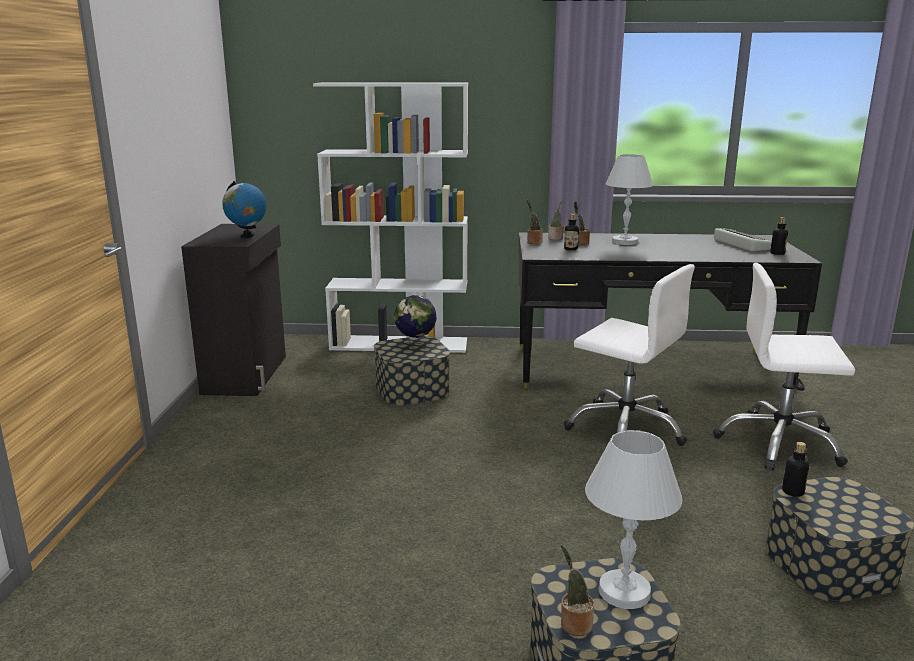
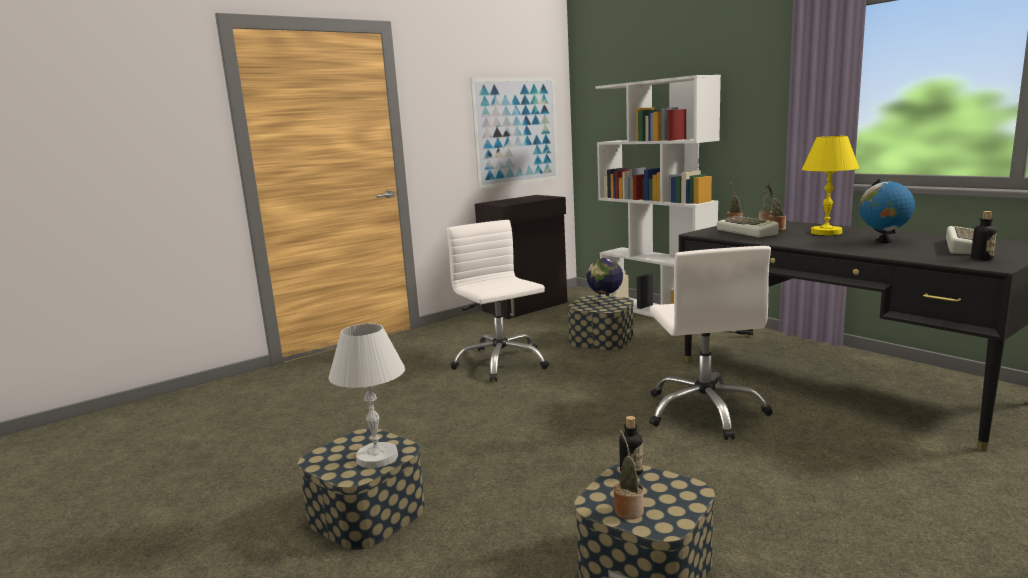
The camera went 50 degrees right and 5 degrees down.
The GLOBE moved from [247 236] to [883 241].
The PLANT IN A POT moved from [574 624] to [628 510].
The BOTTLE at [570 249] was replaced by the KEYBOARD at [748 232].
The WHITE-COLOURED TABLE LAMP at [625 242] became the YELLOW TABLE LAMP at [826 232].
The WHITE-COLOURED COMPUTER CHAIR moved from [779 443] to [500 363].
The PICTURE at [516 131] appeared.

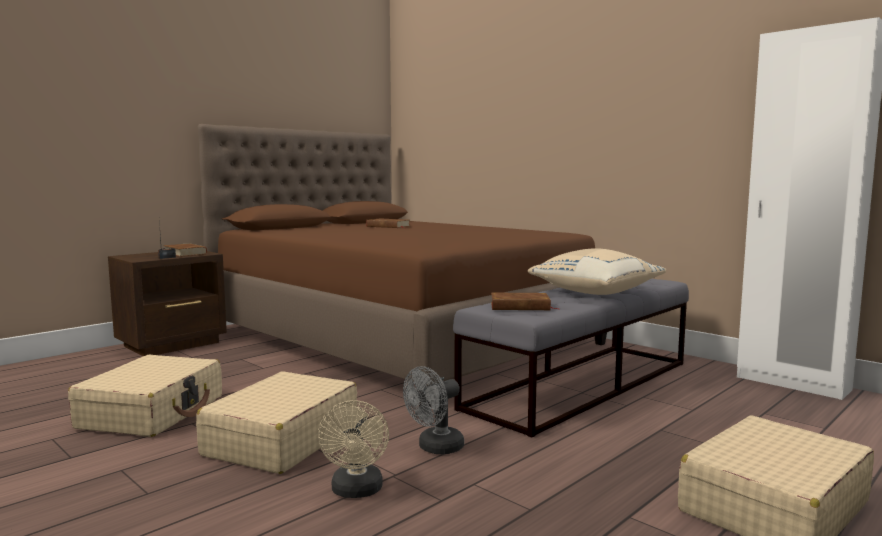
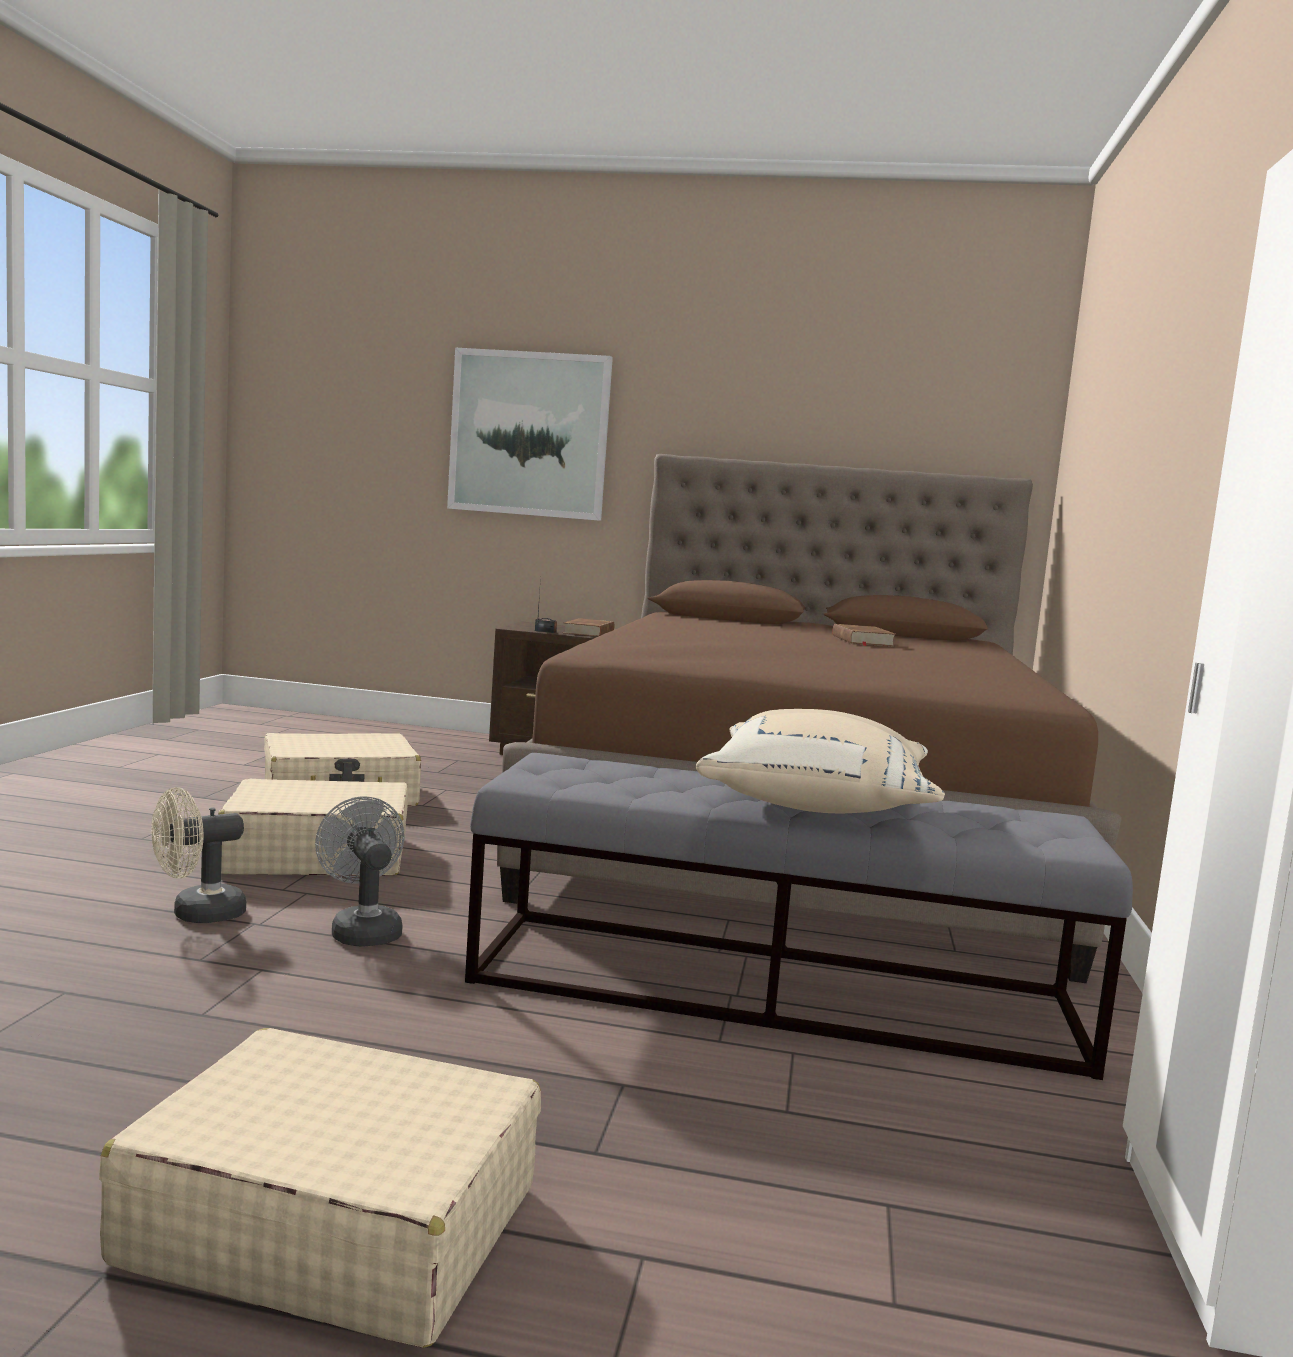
The camera went 55 degrees right and 0 degrees up.
The GREY FAN at [435 448] turned 45 degrees clockwise.
The BROWN BOOK at [520 306] disappeared.
The PICTURE at [529 434] appeared.

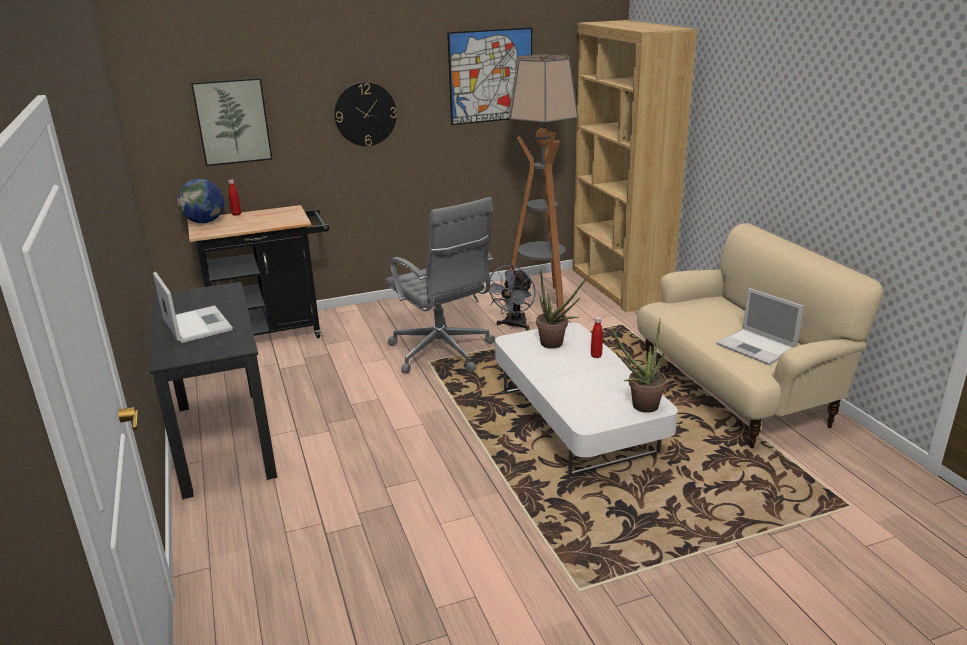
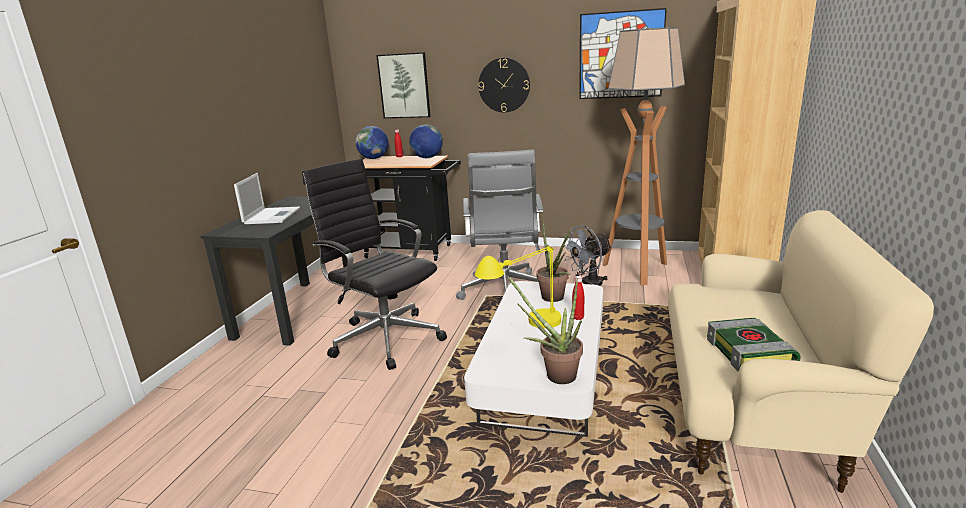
The camera went 35 degrees right and 5 degrees down.
The PORTABLE COMPUTER at [757 347] was replaced by the BOOK at [751 353].
The BLACK COMPUTER CHAIR at [385 338] appeared.
The GLOBE at [427 158] appeared.
The YELLOW TABLE LAMP at [524 331] appeared.

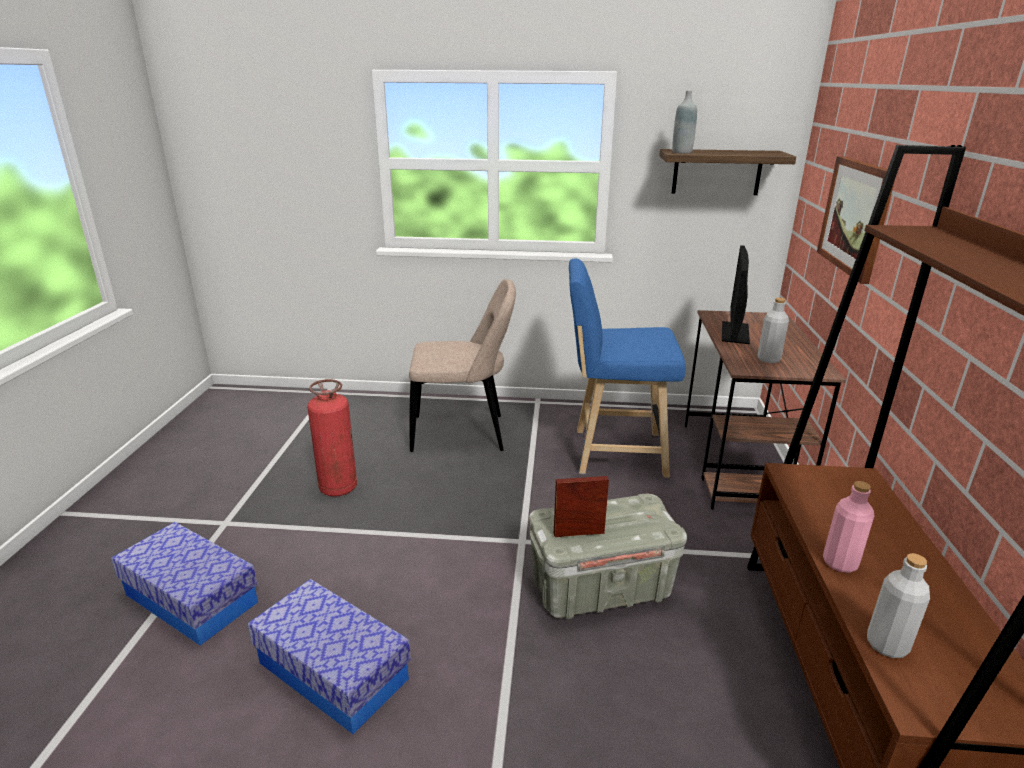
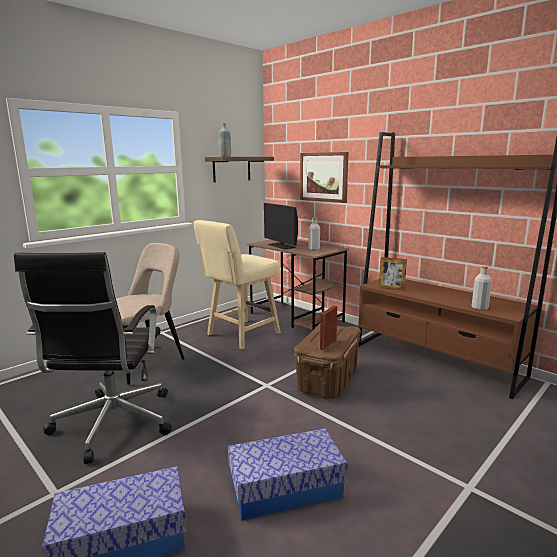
The camera went 50 degrees left and 10 degrees down.
The FIRE-FIGHTING CYLINDER at [338 488] was replaced by the BLACK COMPUTER CHAIR at [112 425].
The GREY STORAGE BIN at [600 589] became the BROWN STORAGE BIN at [328 381].
The BLUE-COLOURED SITTING STOOL at [613 453] became the SAND-COLOURED SITTING STOOL at [240 335].
The PINK BOTTLE at [840 563] disappeared.
The PICTURE FRAME at [391 288] appeared.

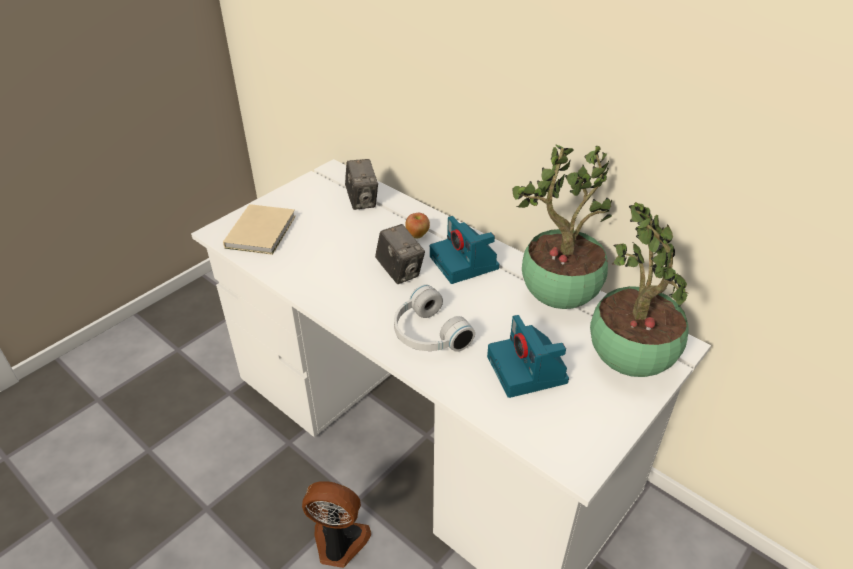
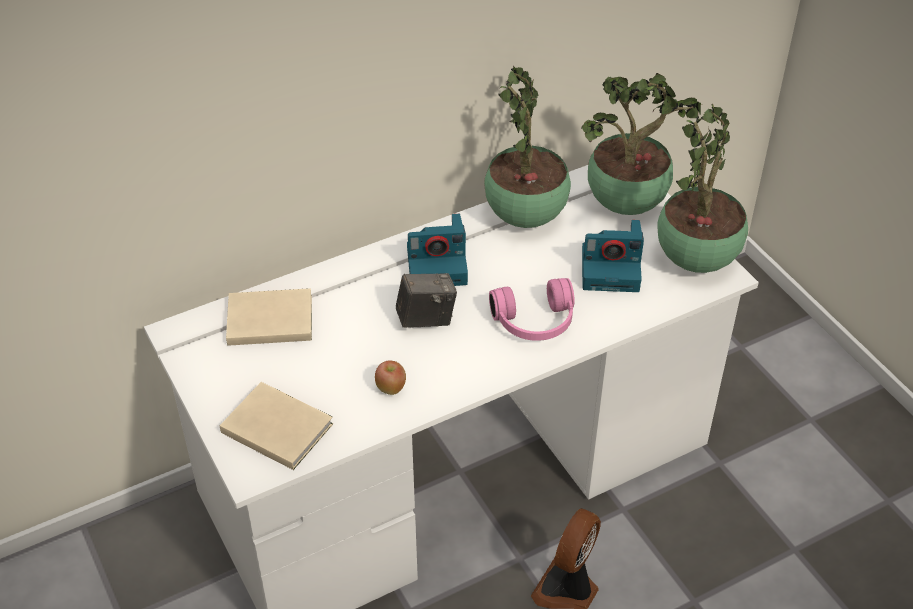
The camera went 70 degrees left and 5 degrees up.
The PHOTO CAMERA at [362 201] was replaced by the SAND-COLOURED BOOK at [267 319].
The WHITE-COLOURED HEADPHONES at [427 334] became the PINK HEADPHONES at [535 323].
The APPLE FRUIT moved from [417 235] to [391 388].
The PLANT IN A POT at [695 262] appeared.

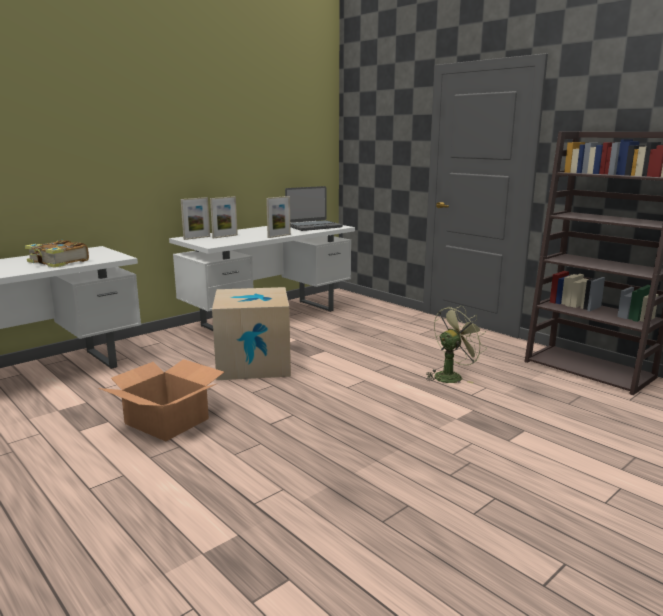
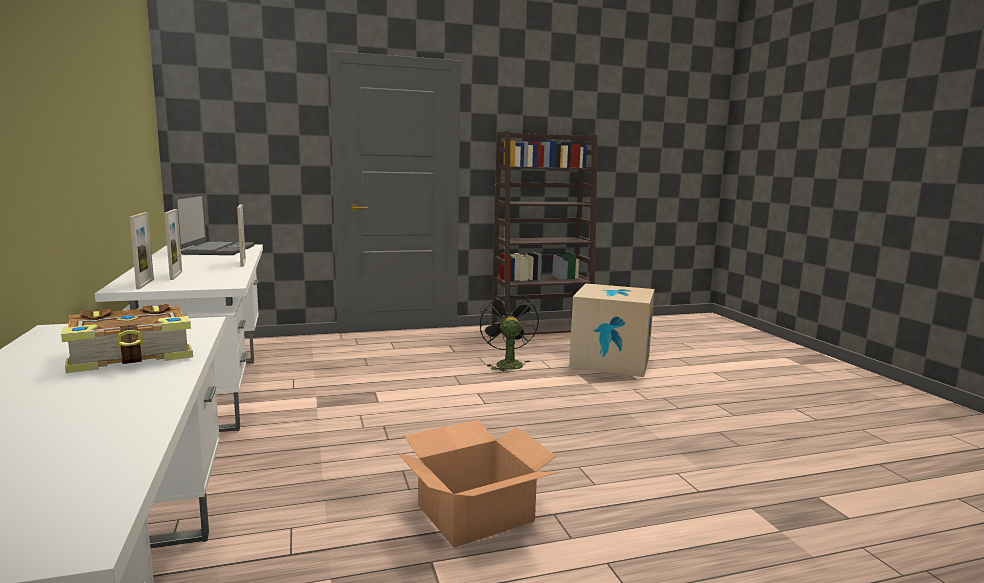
The camera went 65 degrees left and 5 degrees down.
The PACKING BOX moved from [253 364] to [610 361].
The GREEN-COLOURED FAN at [451 376] became the BLACK FAN at [507 363].

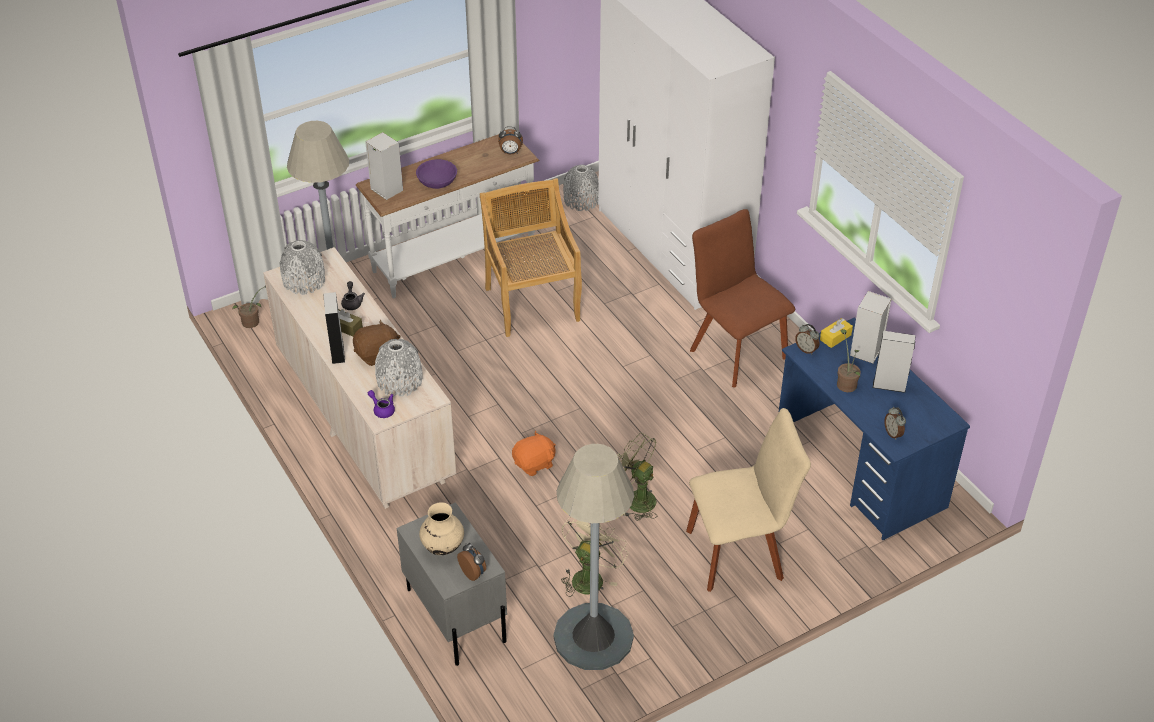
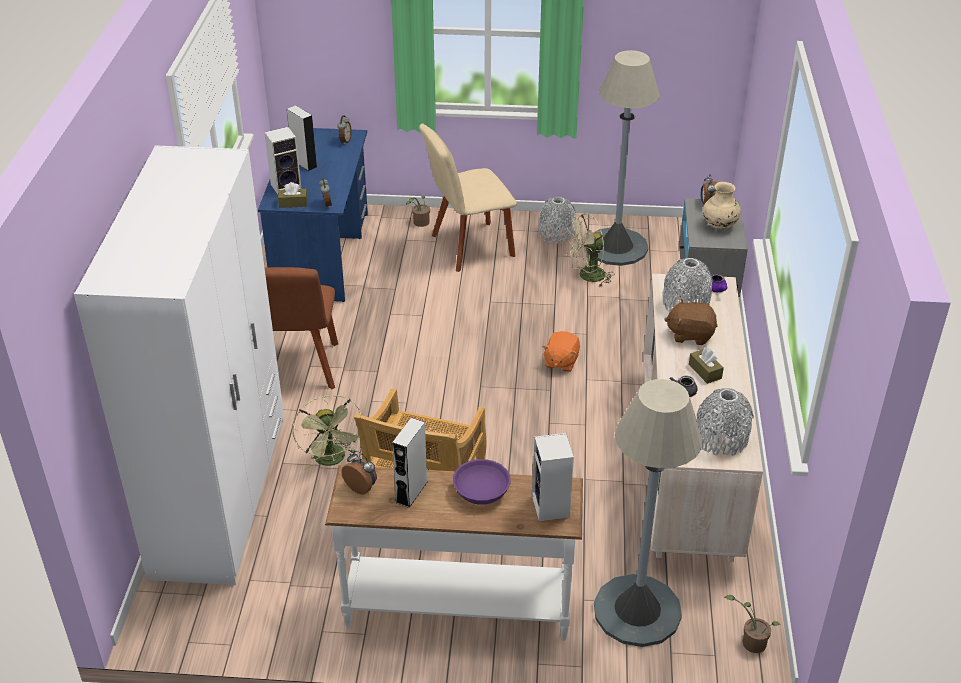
The camera went 145 degrees left and 5 degrees down.
The GREY LOUDSPEAKER moved from [337 352] to [411 492].
The ORANGE-COLOURED PLUSH TOY at [534 464] turned 75 degrees counterclockwise.
The GREY VASE moved from [581 200] to [556 234].
The GREEN-COLOURED FAN moved from [634 499] to [332 460].
The SAND-COLOURED UPRIGHT CHAIR at [739 552] turned 45 degrees counterclockwise.
The YELLOW BOX OF TISSUES at [835 337] became the BROWN BOX OF TISSUES at [293 203].
The PLANT IN A POT moved from [846 382] to [419 223].

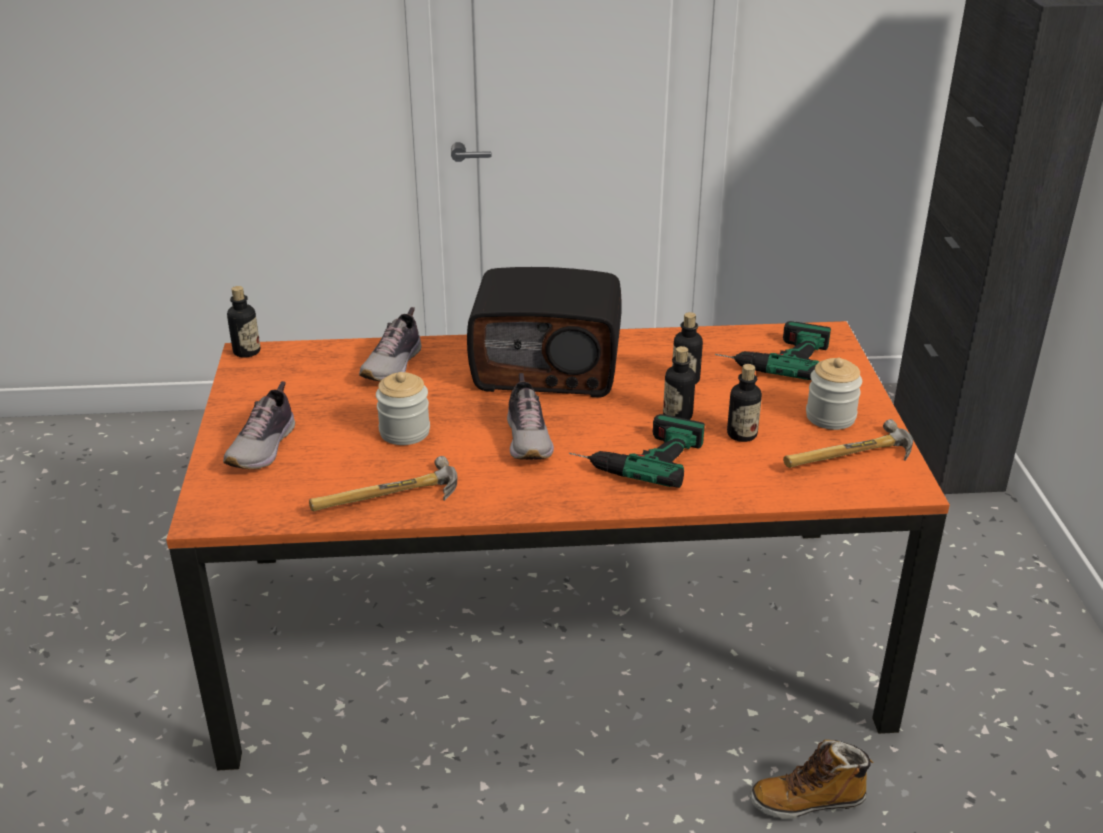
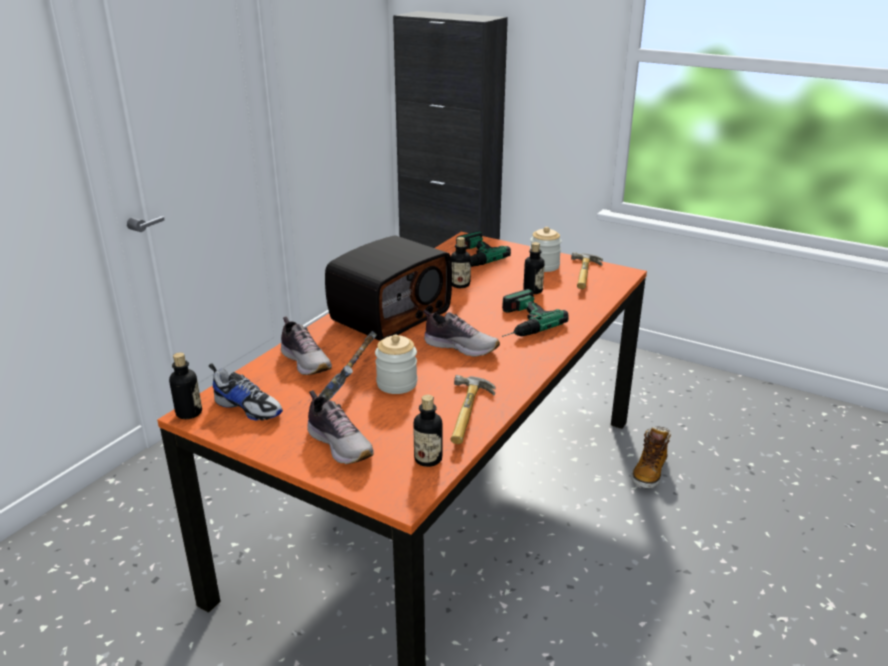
The camera went 55 degrees left and 5 degrees down.
The BOTTLE moved from [677 416] to [428 459].
The ITEM OF FOOTWEAR at [248 407] appeared.
The TOOL HAMMER at [352 385] appeared.

